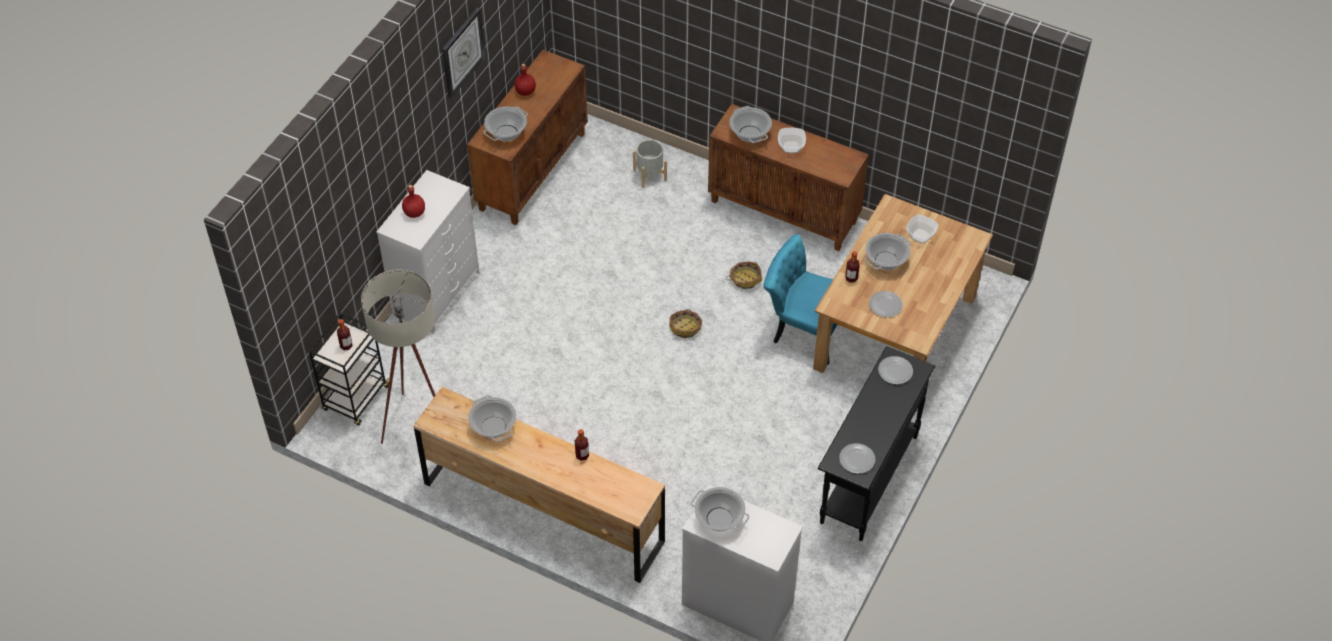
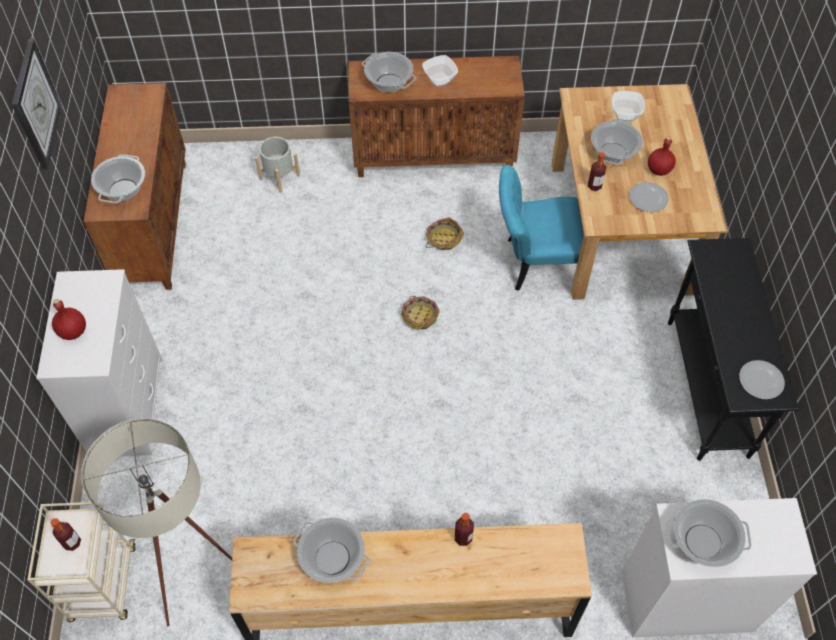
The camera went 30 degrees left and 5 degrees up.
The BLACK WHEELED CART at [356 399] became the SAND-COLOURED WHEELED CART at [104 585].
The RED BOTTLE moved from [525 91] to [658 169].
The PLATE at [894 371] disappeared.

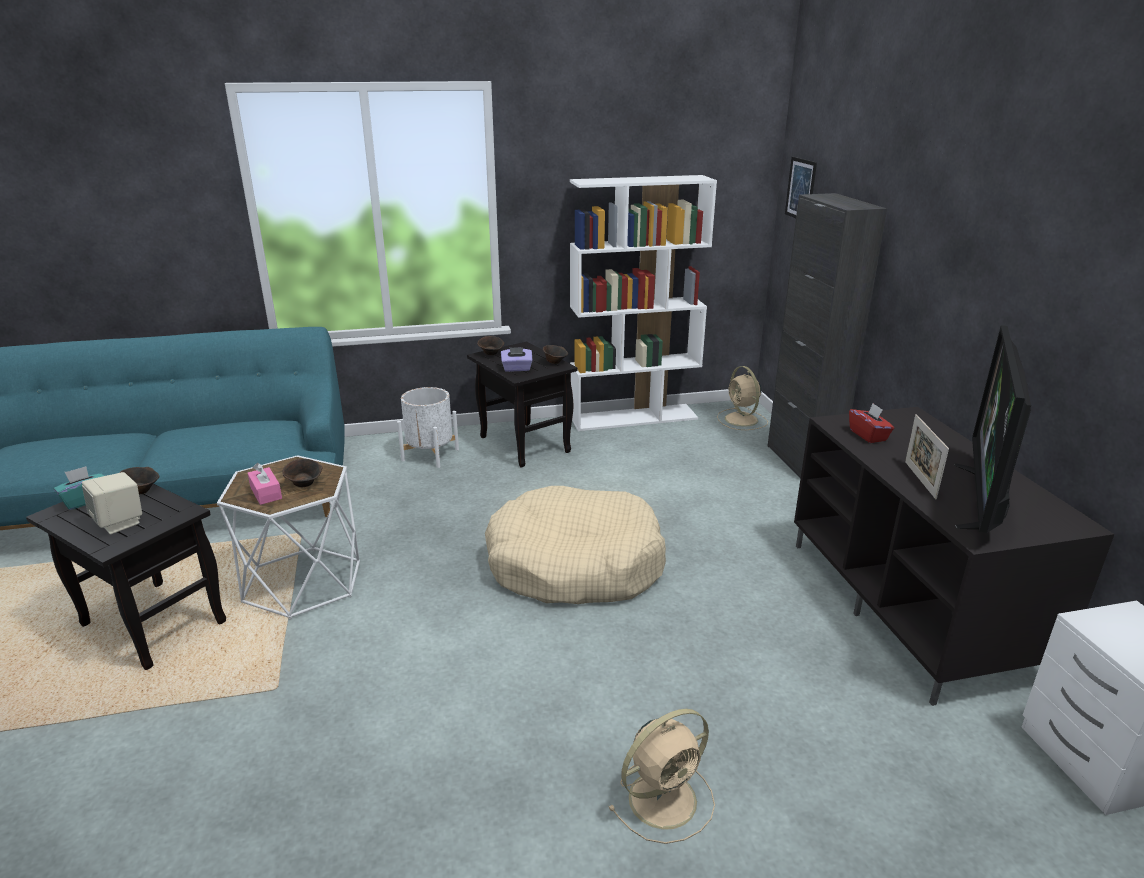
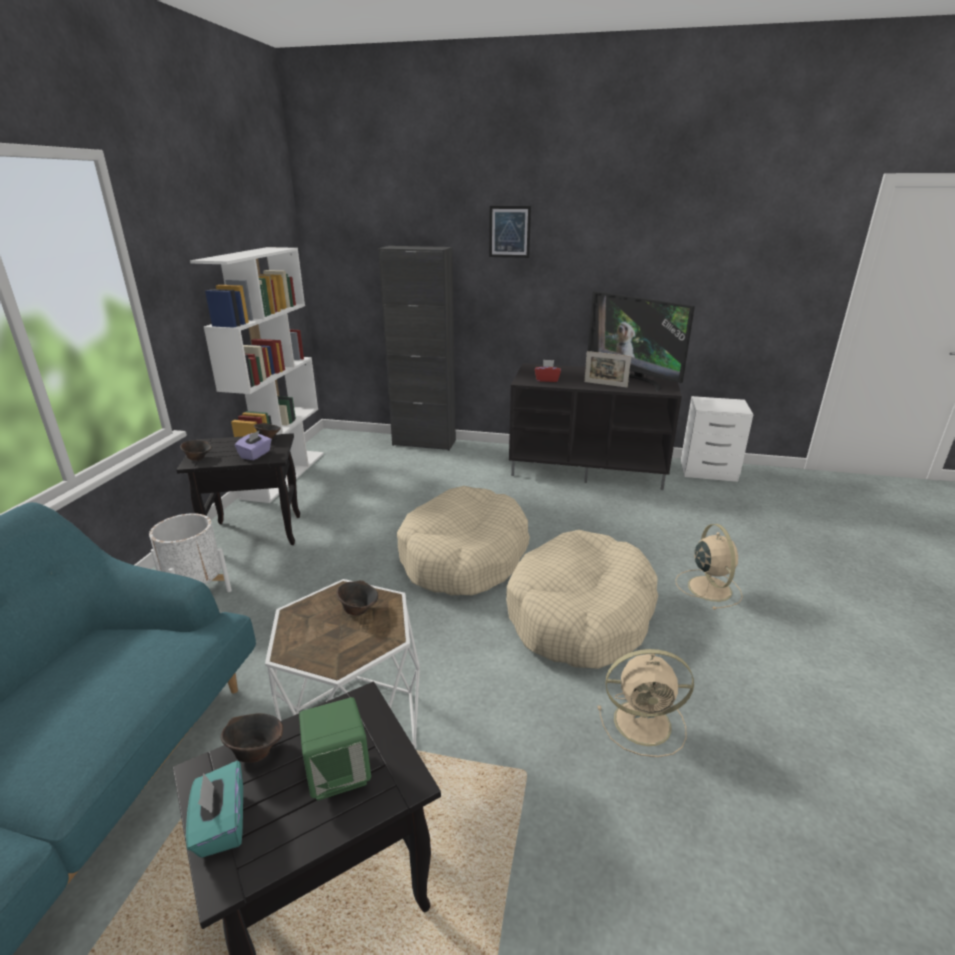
The camera went 65 degrees left and 0 degrees up.
The SAND-COLOURED LOUDSPEAKER at [120 523] became the GREEN-COLOURED LOUDSPEAKER at [339 773].
The PINK BOX OF TISSUES at [266 493] disappeared.
The SAND-COLOURED FAN moved from [742 420] to [645 723].
The PICTURE moved from [800 189] to [509 232].
The SAND-COLOURED DOG BED at [580 615] appeared.

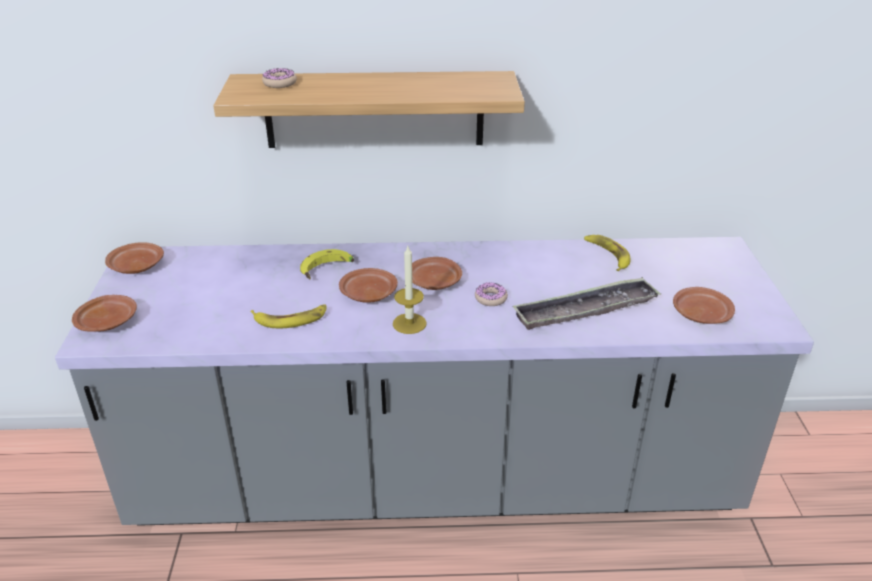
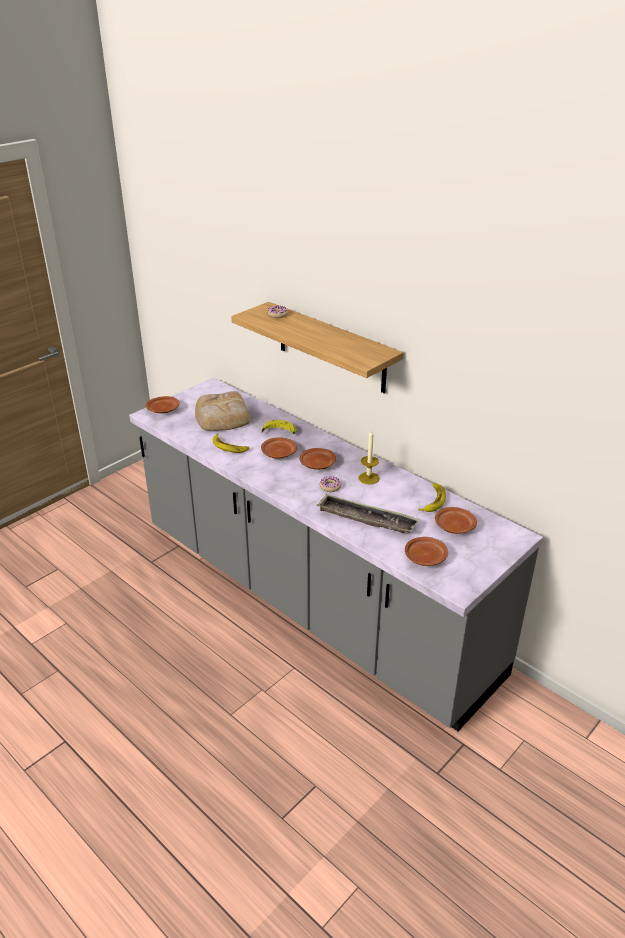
The camera went 45 degrees right and 0 degrees up.
The BROWN PLATE moved from [136 266] to [454 526].
The CANDLE moved from [409 323] to [368 478].
The BAKED BREAD at [222 417] appeared.

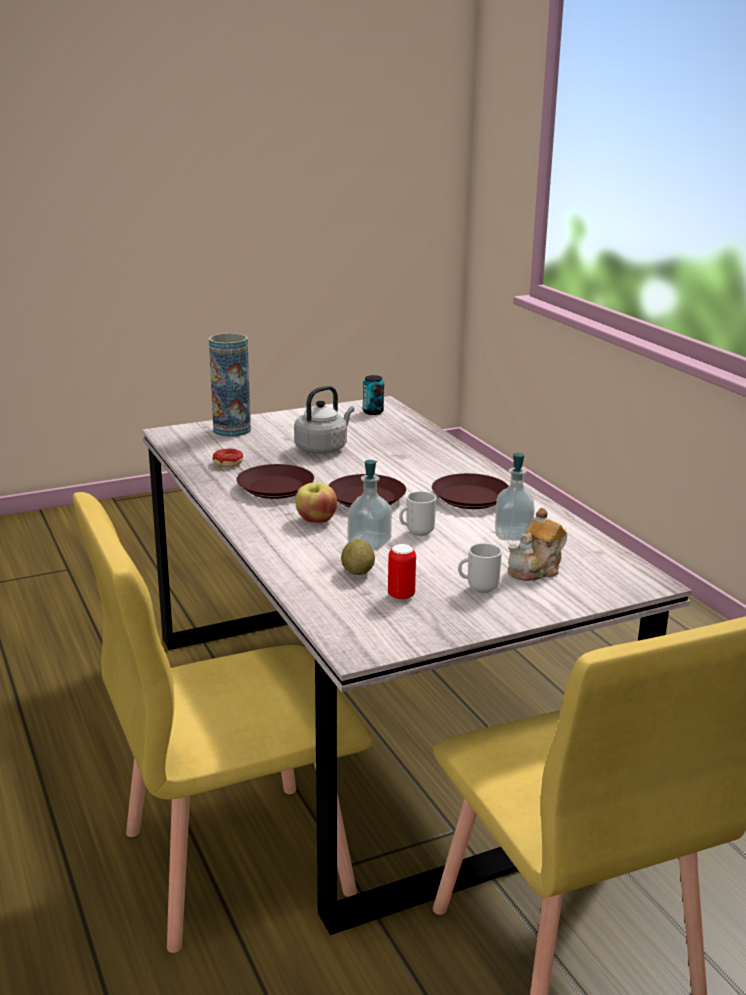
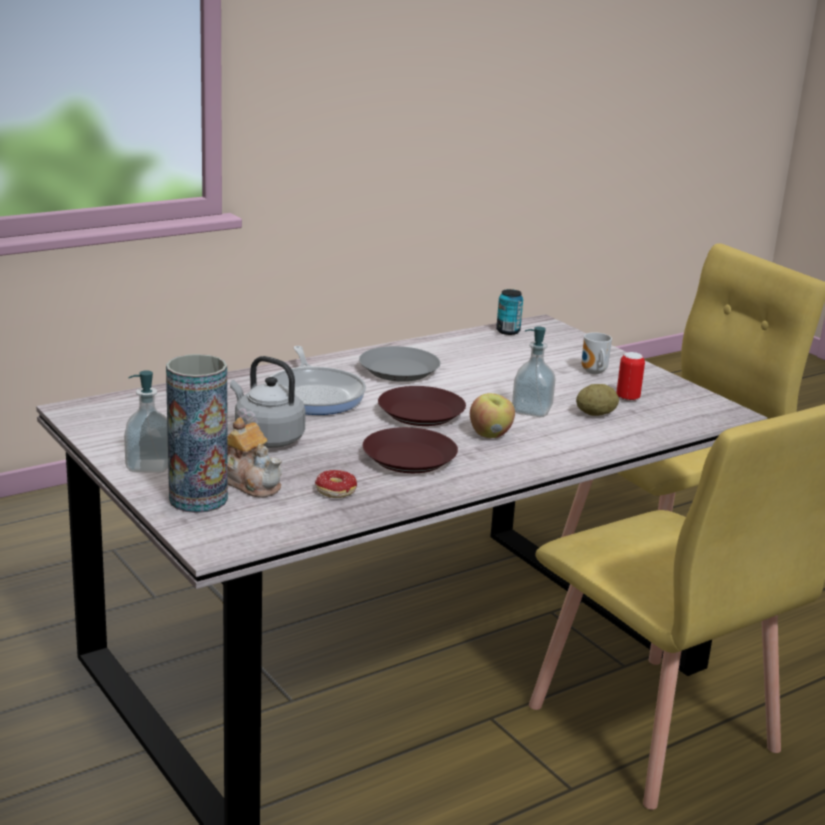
The camera went 100 degrees left and 0 degrees up.
The METAL CAN moved from [373 412] to [508 331].
The MUG at [417 532] disappeared.
The BROWN PLATE at [471 498] became the GREY PLATE at [400 370].
The LIQUID SOAP BOTTLE moved from [513 535] to [148 465].
The TEAPOT moved from [536 570] to [251 483].
The PAN at [314 395] appeared.

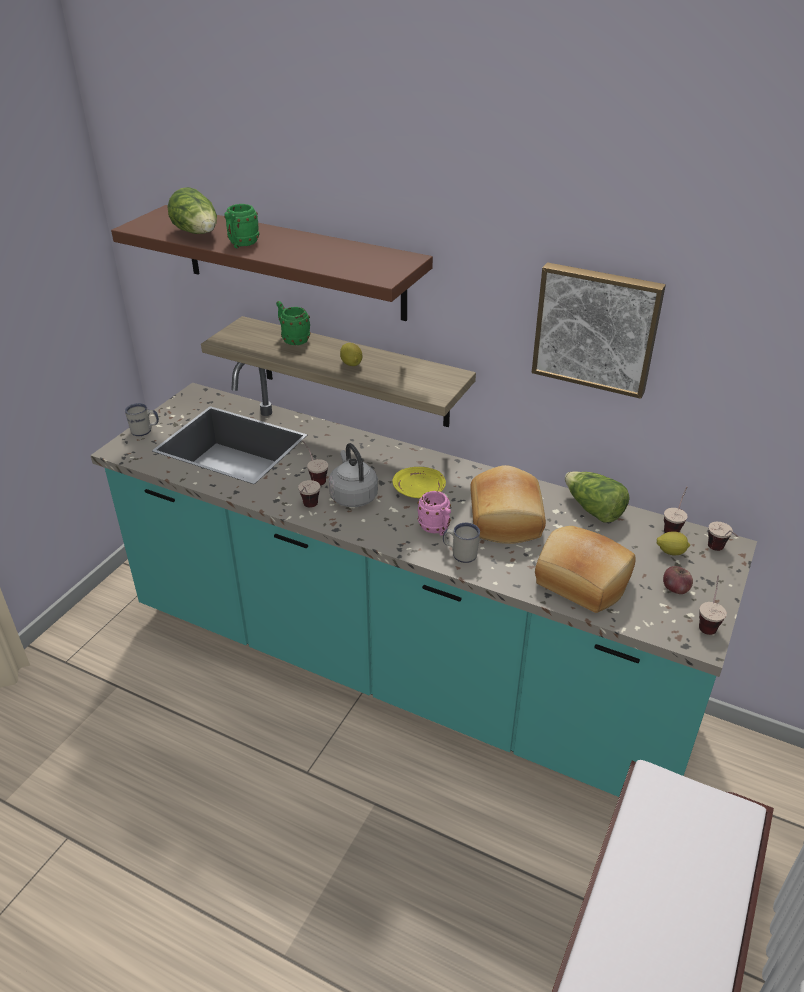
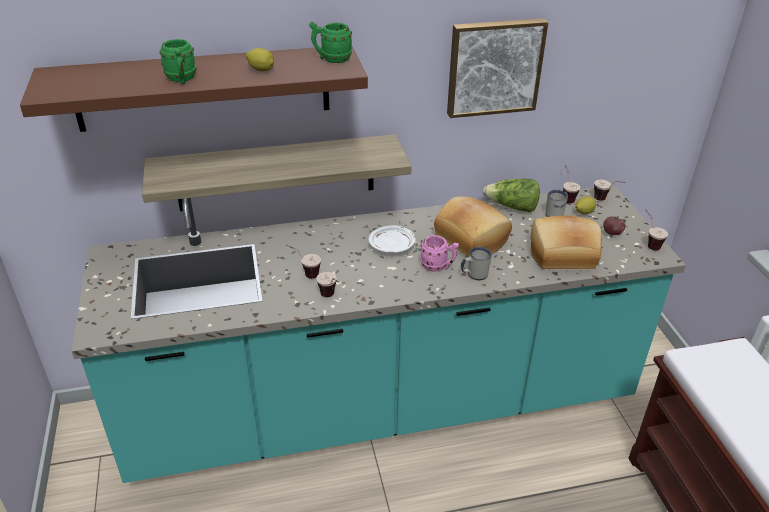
The camera went 40 degrees left and 0 degrees up.
The WHITE-COLOURED MUG moved from [145 431] to [556 213].
The LETTUCE at [198 234] disappeared.
The GREEN-COLOURED MUG moved from [292 339] to [331 59].
The GREY TEA KETTLE at [353 496] disappeared.
The WHOLE LEMON moved from [351 364] to [261 70].
The YELLOW PLATE at [419 490] became the WHITE-COLOURED PLATE at [392 246].

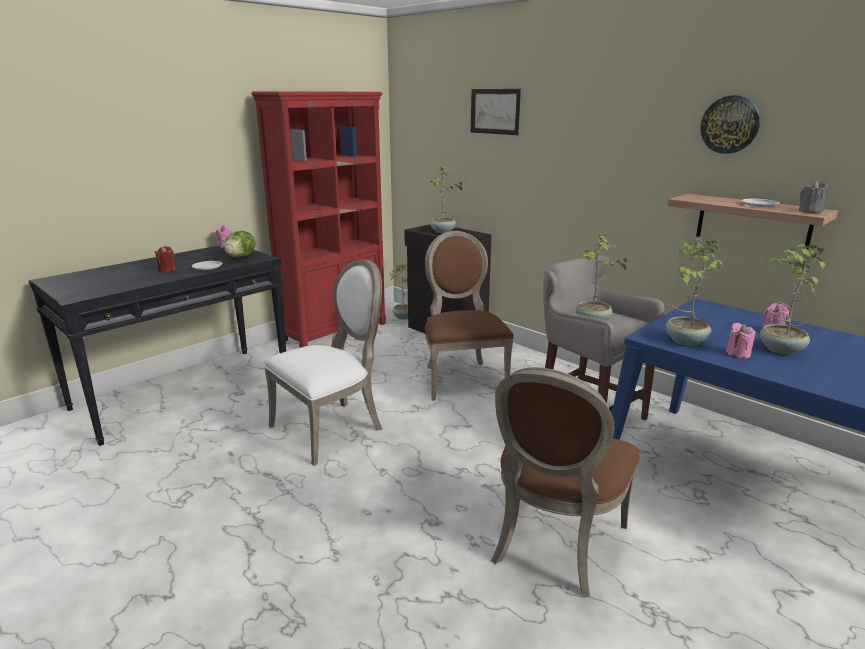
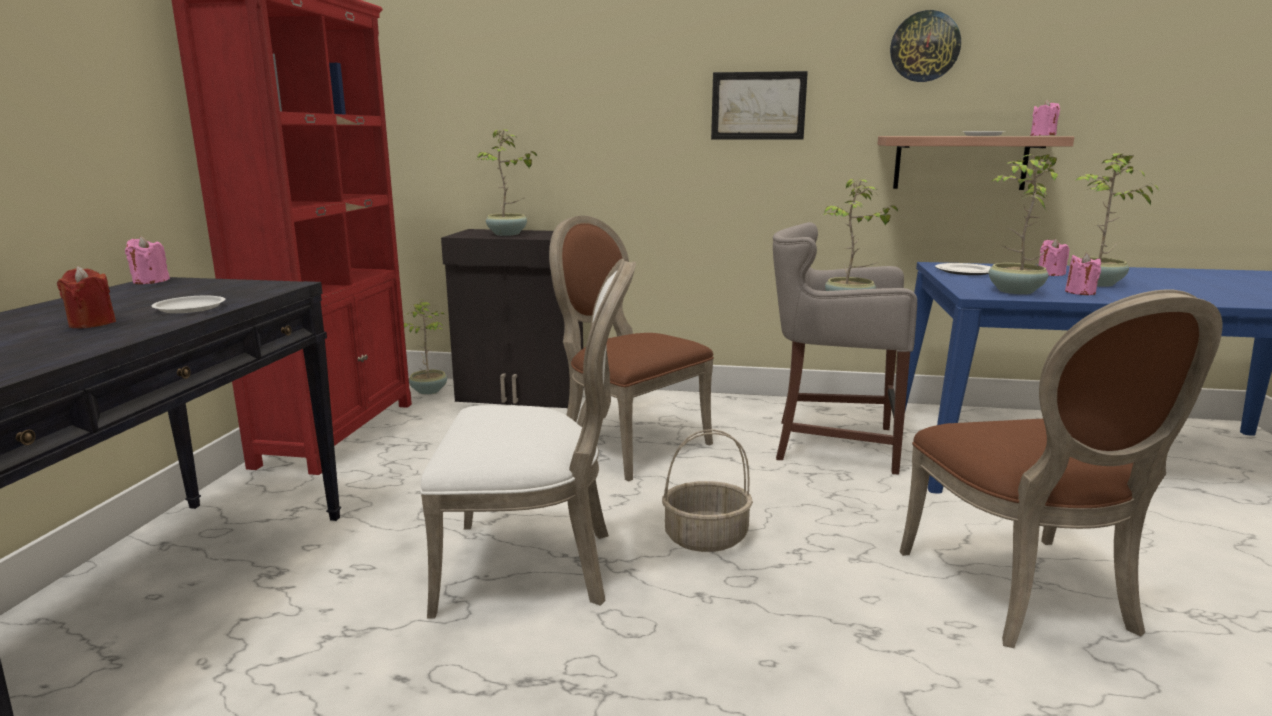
The camera went 35 degrees left and 5 degrees down.
The LETTUCE at [240 257] disappeared.
The WHITE-COLOURED UPRIGHT CHAIR at [332 428] turned 75 degrees clockwise.
The PICTURE moved from [495 111] to [758 106].
The GREY CANDLE at [810 211] became the PINK CANDLE at [1043 136].
The HOUSEHOLD BASKET at [706 537] appeared.
The PLATE at [964 271] appeared.

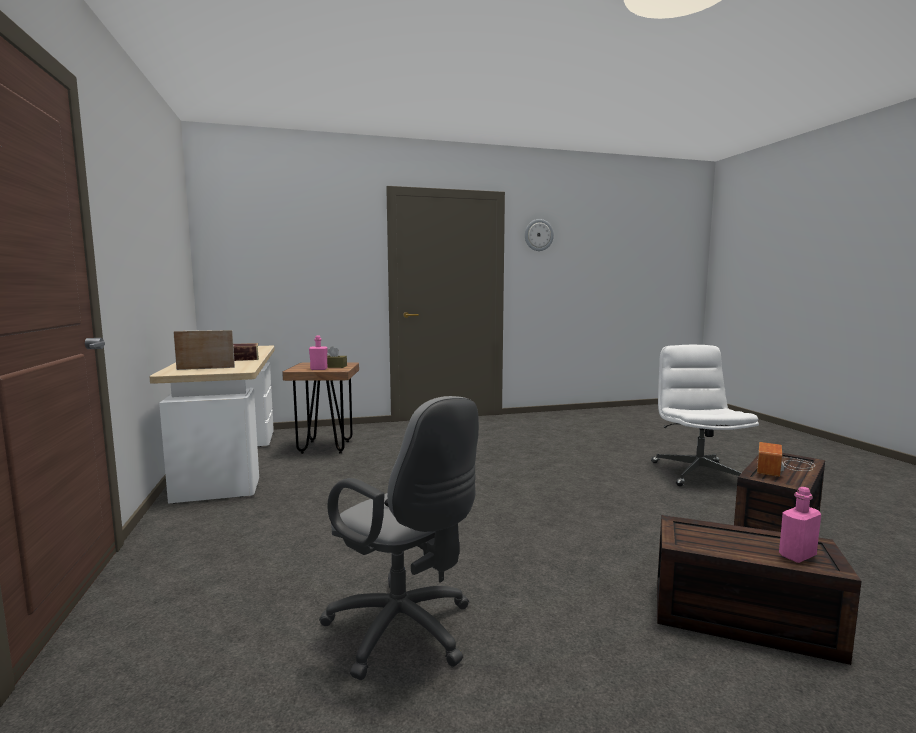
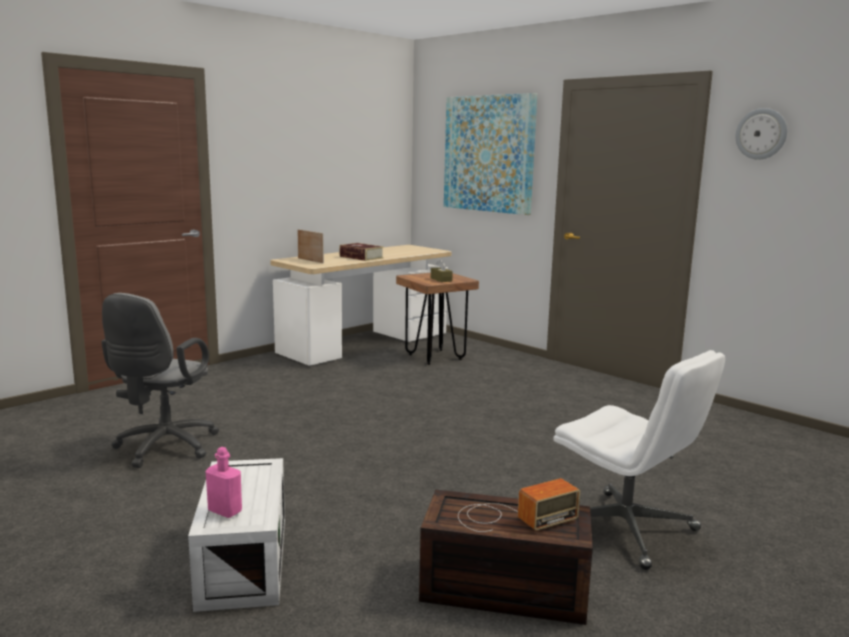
The camera went 60 degrees right and 5 degrees up.
The PINK BOTTLE at [319 369] disappeared.
The WHITE-COLOURED COMPUTER CHAIR at [697 473] turned 75 degrees clockwise.
The BROWN STORAGE BIN at [739 619] became the WHITE-COLOURED STORAGE BIN at [241 560].
The RADIO at [784 467] turned 150 degrees clockwise.
The PICTURE at [488 154] appeared.

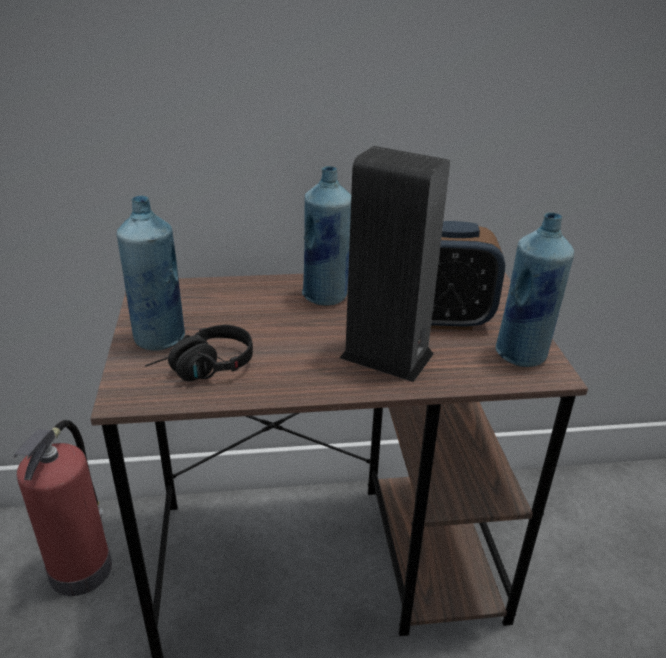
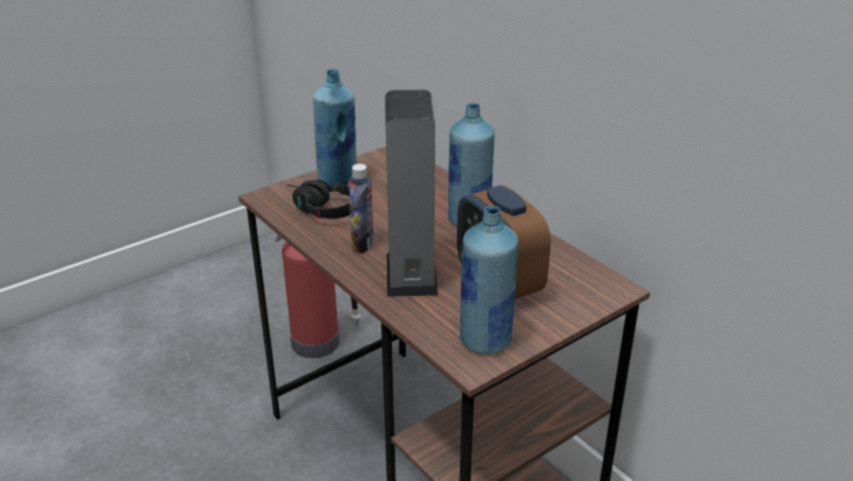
The camera went 60 degrees right and 0 degrees up.
The BOTTLE at [362 244] appeared.

